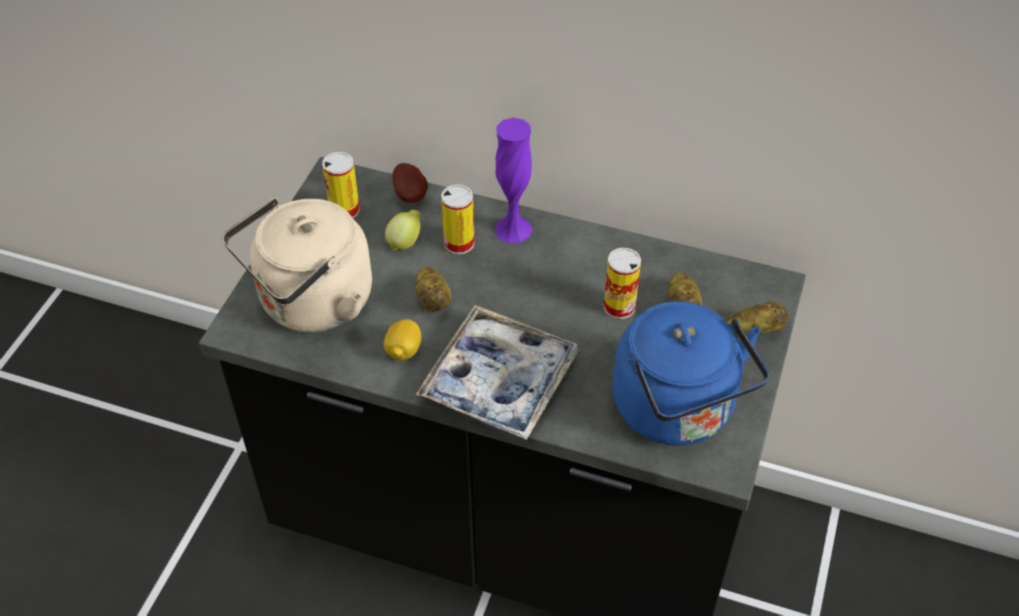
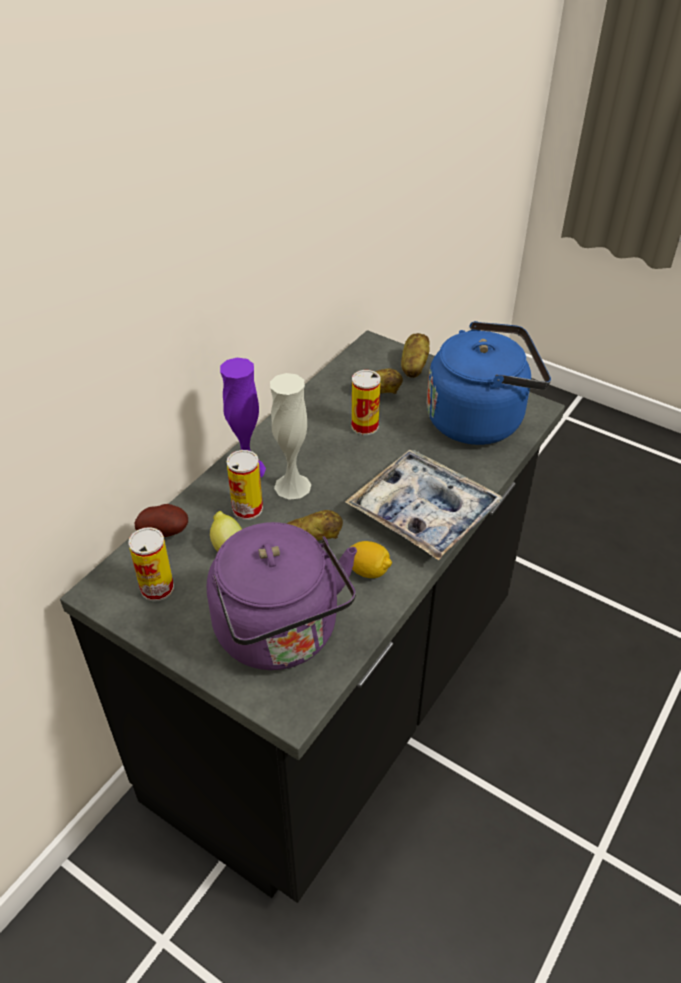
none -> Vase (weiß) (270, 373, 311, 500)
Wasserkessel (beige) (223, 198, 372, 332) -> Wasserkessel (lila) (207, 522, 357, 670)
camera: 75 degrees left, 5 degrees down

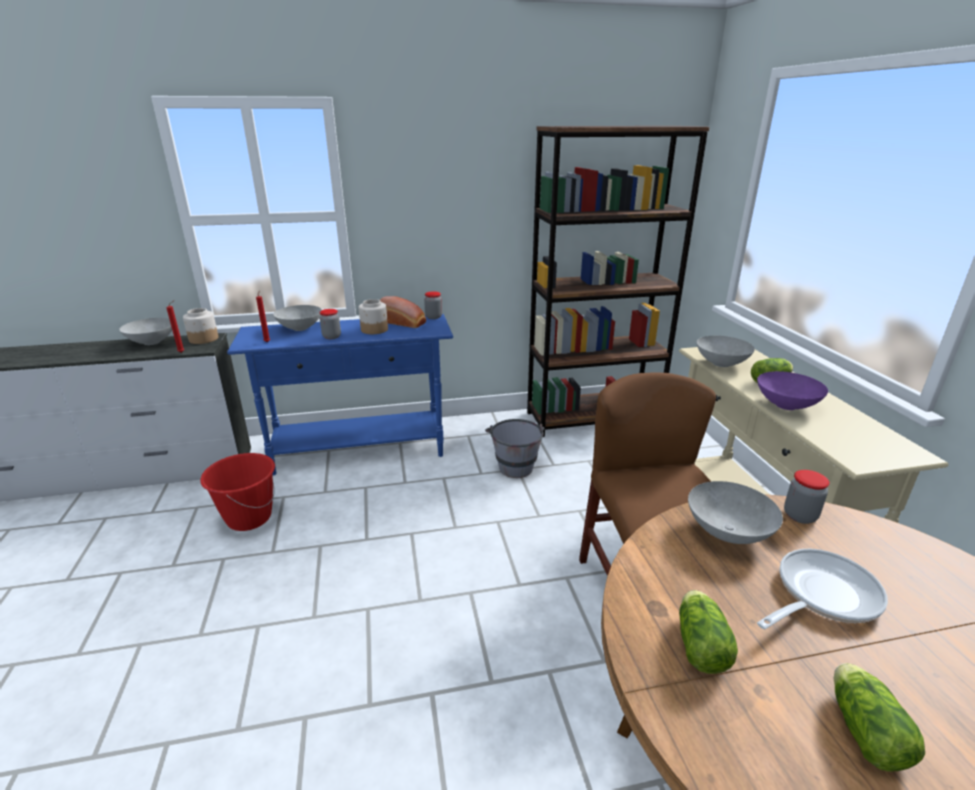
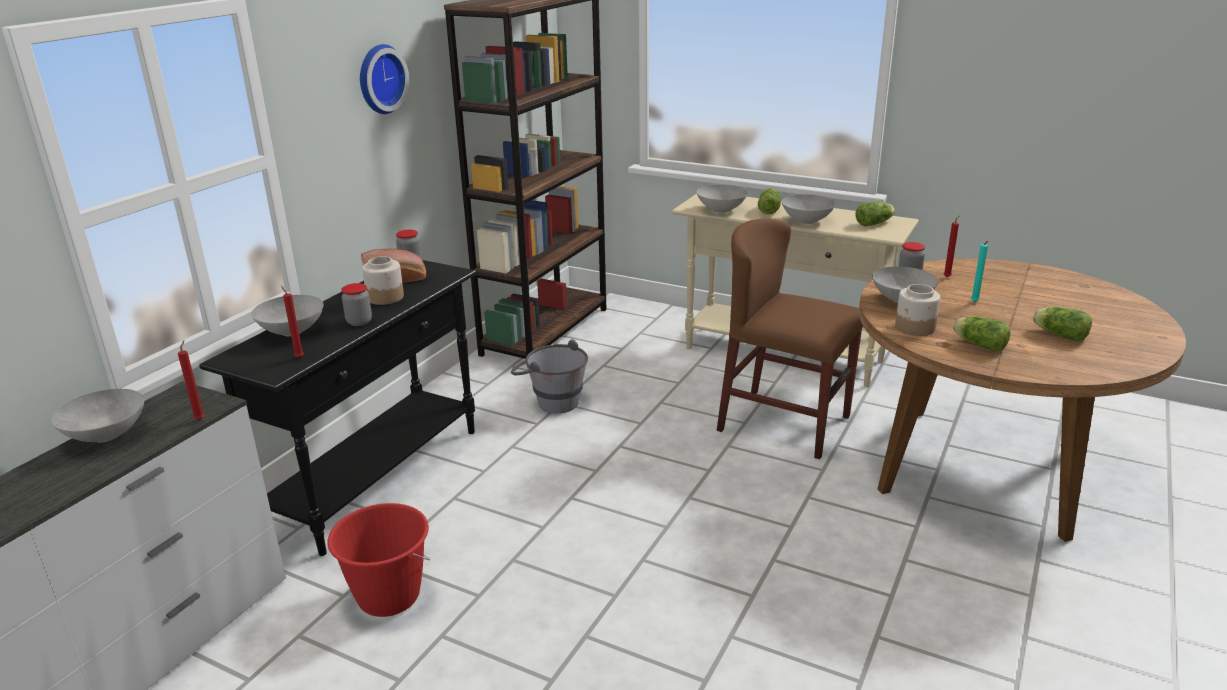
none -> Wanduhr (360, 44, 409, 114)
none -> Salatkopf (855, 202, 895, 226)
none -> Kerze (rot) (944, 215, 960, 277)
Vorratsglas (183, 308, 218, 344) -> Vorratsglas (895, 284, 940, 336), move
Pfanne (757, 549, 888, 630) -> Kerze (türkis) (971, 241, 988, 302)
Konsolentisch (blau) (227, 314, 453, 475) -> Konsolentisch (schwarz) (199, 260, 477, 556)
Schüssel (lila) (757, 371, 828, 410) -> Schüssel (grau) (782, 194, 836, 224)
camera: 50 degrees left, 0 degrees up

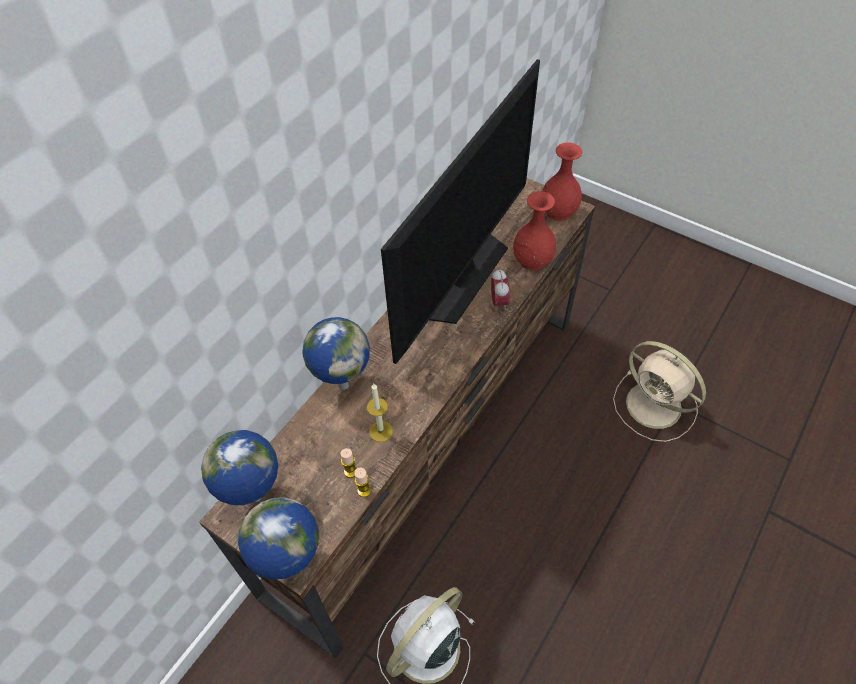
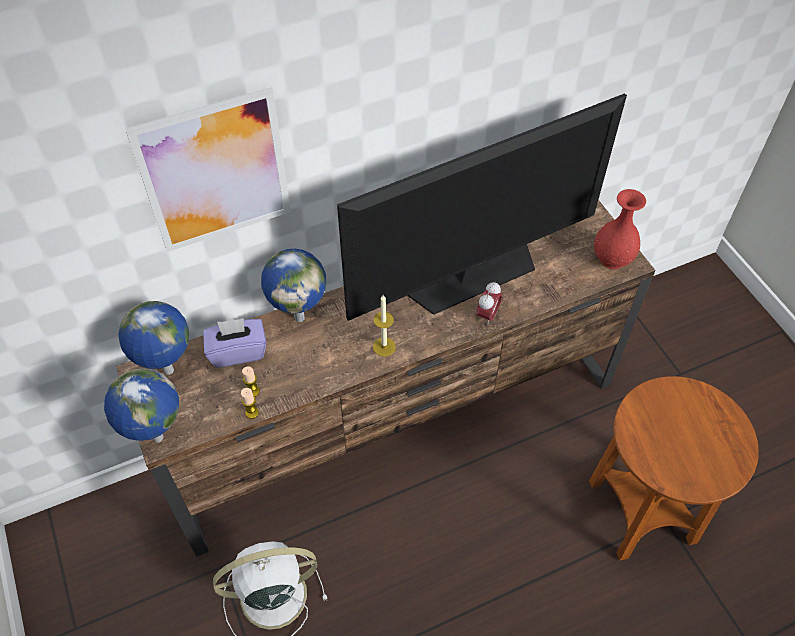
Vase (rot) (513, 191, 556, 270) -> none
none -> Bild (125, 87, 291, 252)
none -> Taschentuchbox (lila) (203, 318, 266, 368)
Kerze (367, 384, 393, 442) -> Kerze (373, 295, 396, 357), move
Ventilator (beige) (613, 341, 706, 442) -> Beistelltisch (braun) (589, 376, 759, 561)
camera: 30 degrees right, 0 degrees up

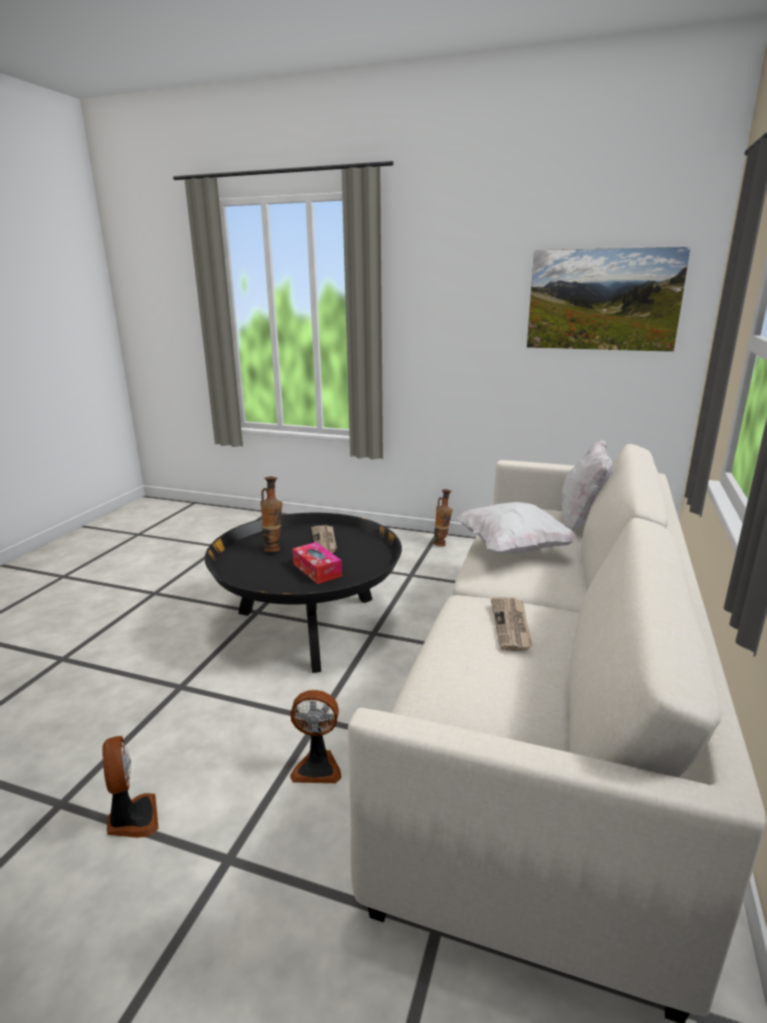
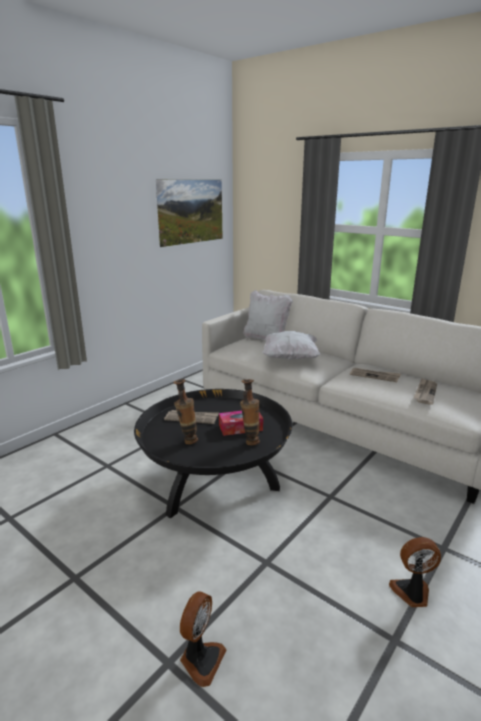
none -> Zeitung (413, 378, 437, 405)
Ventilator (290, 690, 342, 783) -> Ventilator (180, 591, 226, 687), move
Vase (434, 489, 453, 546) -> Vase (240, 379, 260, 445), move
camera: 70 degrees left, 0 degrees up

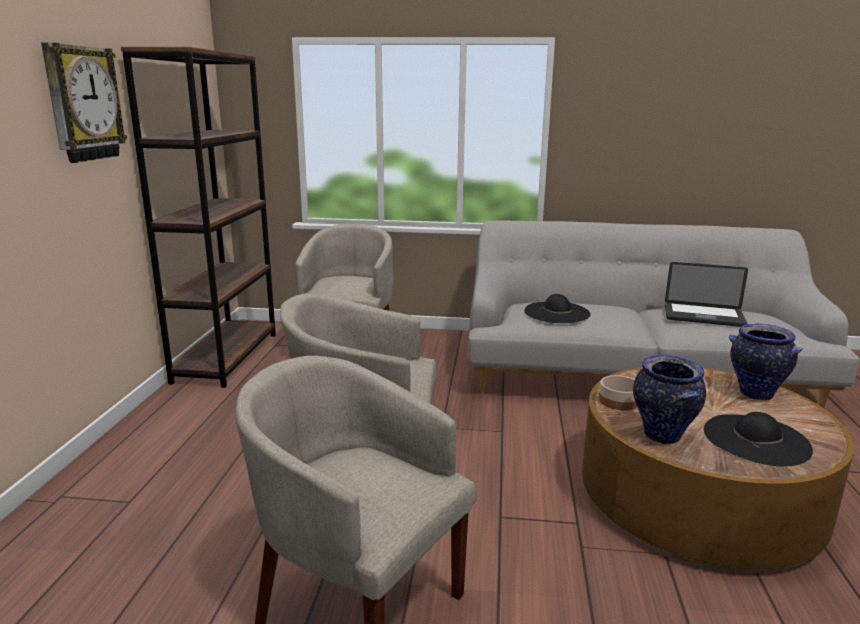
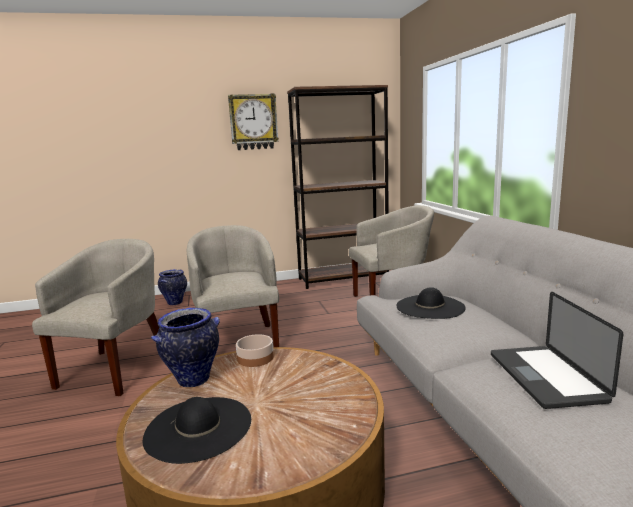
Vase (729, 324, 802, 401) -> Vase (158, 269, 187, 305), move
camera: 70 degrees right, 5 degrees down

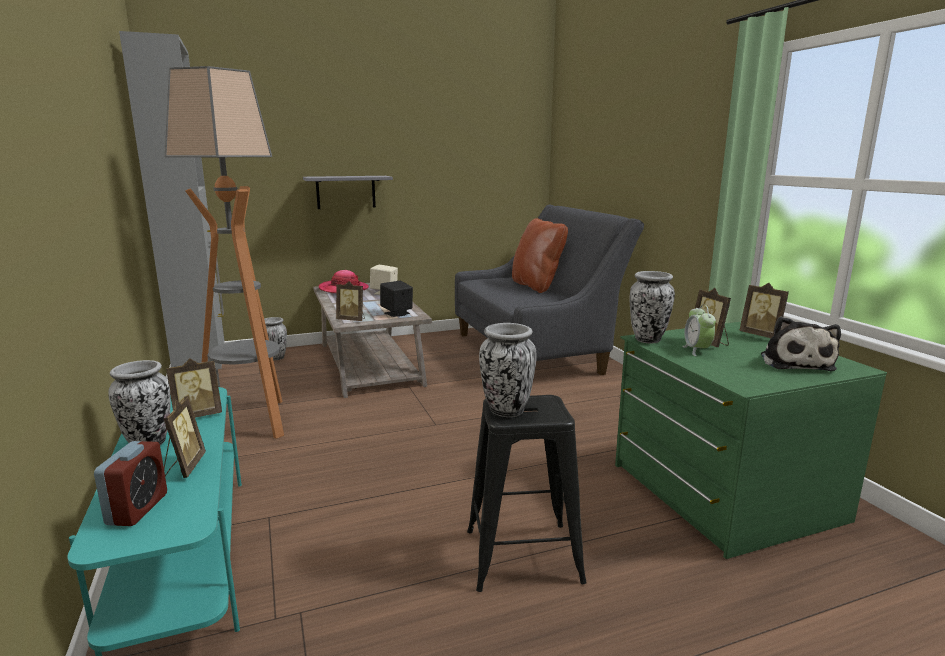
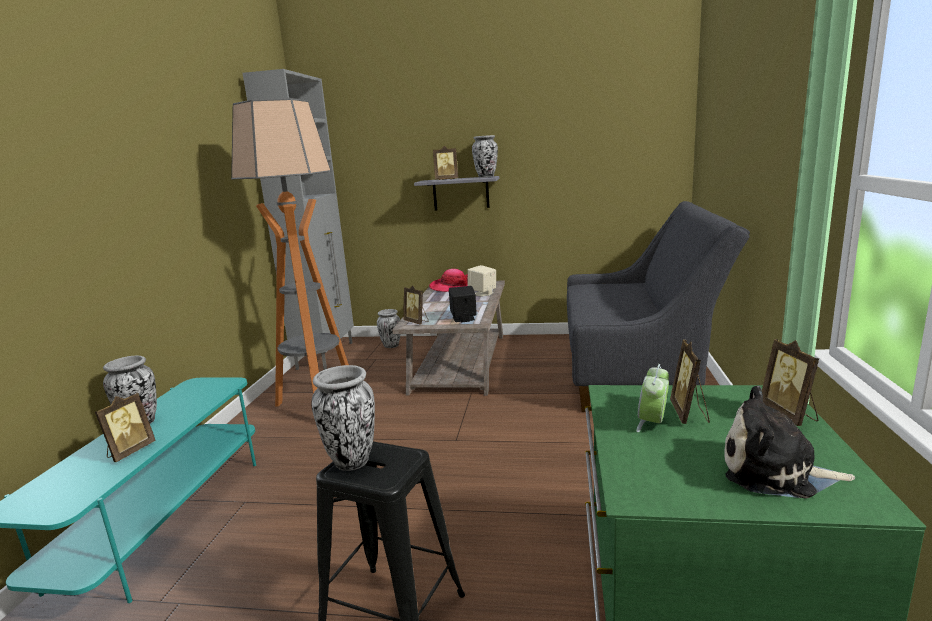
Wecker (94, 441, 167, 526) -> none
Kissen (braun) (512, 218, 568, 293) -> none
Bilderrahmen (166, 358, 222, 418) -> Bilderrahmen (433, 146, 458, 180), move
Vase (630, 271, 675, 343) -> Vase (472, 135, 498, 178), move
Plüschtier (761, 317, 841, 371) -> Plüschtier (724, 386, 855, 499), 75 degrees clockwise
camera: 30 degrees right, 0 degrees up

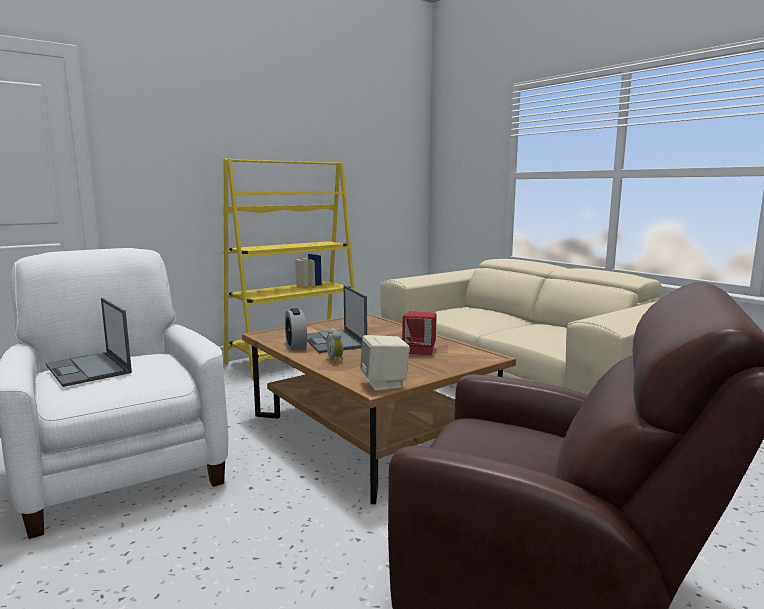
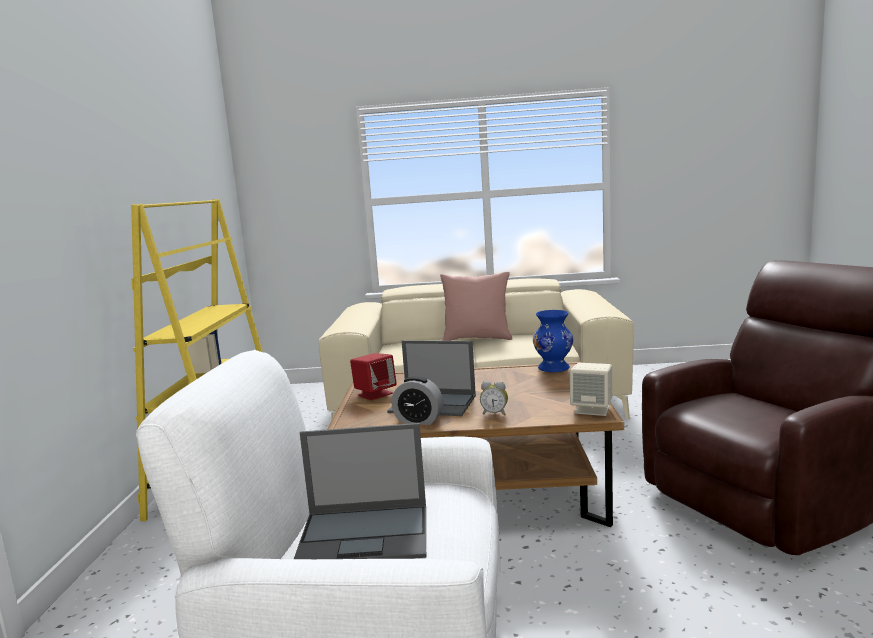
none -> Kissen (rosa) (440, 272, 512, 341)
none -> Vase (blau) (533, 310, 574, 372)
Lautsprecher (rot) (402, 312, 437, 355) -> Lautsprecher (rot) (350, 353, 397, 401), move
camera: 50 degrees left, 0 degrees up

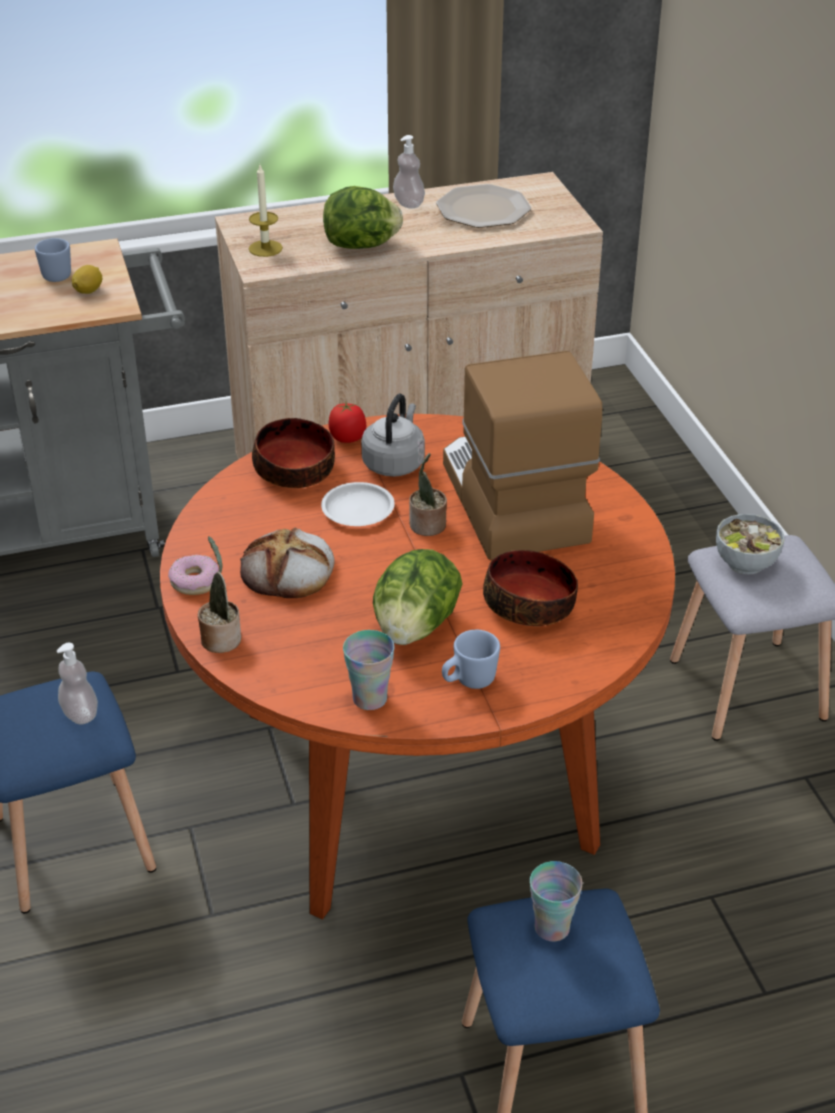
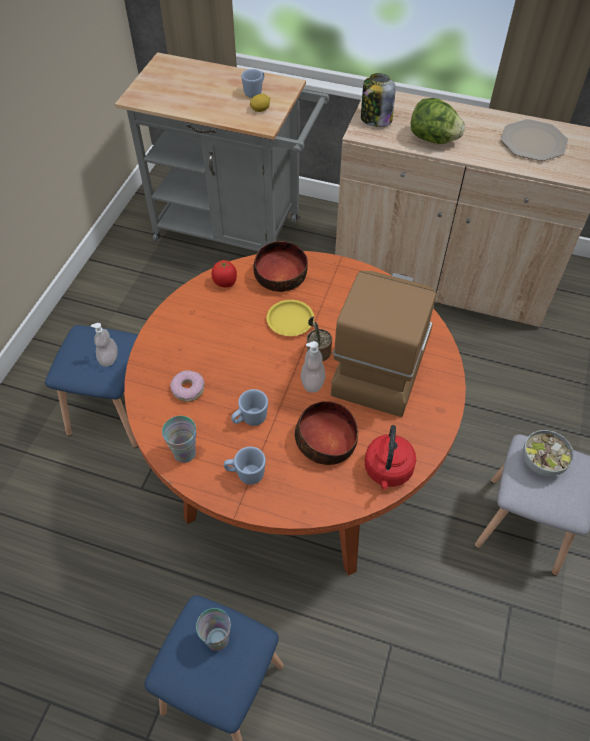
Topfpflanze (198, 536, 241, 653) -> none
Brot (240, 527, 335, 598) -> none
Wasserkessel (grau) (361, 393, 425, 477) -> none
none -> Wasserkessel (rot) (365, 425, 416, 489)
Donut (168, 555, 219, 595) -> Donut (170, 370, 205, 402), move
Tomate (328, 402, 366, 443) -> Tomate (212, 260, 237, 287), move
Seifenspender (393, 135, 425, 208) -> Seifenspender (301, 341, 325, 393), move
Kerze (249, 165, 283, 257) -> Vorratsglas (361, 73, 396, 127)
Salatkopf (373, 549, 463, 645) -> Henkelbecher (blau) (231, 389, 268, 426)
Teller (weiß) (321, 482, 395, 526) -> Teller (gelb) (266, 300, 314, 336)
camera: 35 degrees right, 15 degrees up

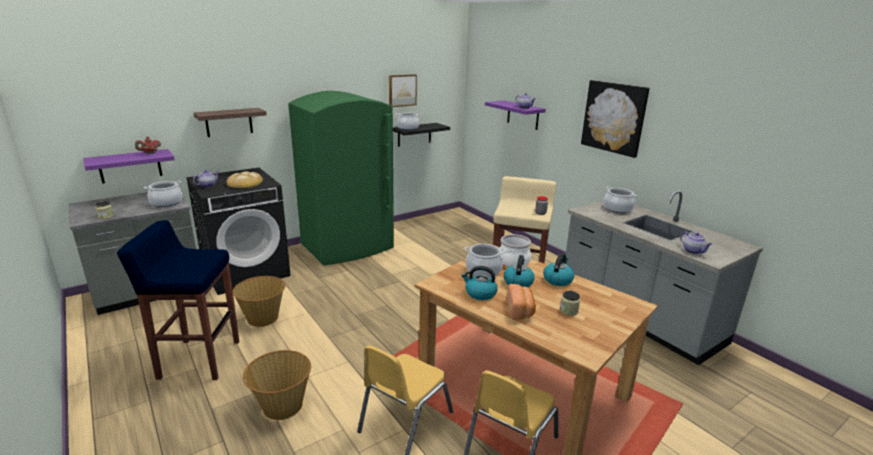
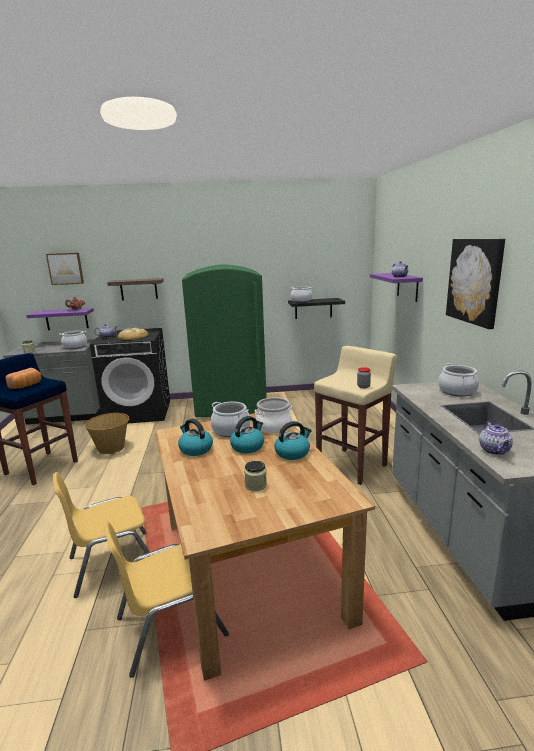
Korb (243, 350, 311, 420) -> none
Bild (389, 74, 417, 107) -> Bild (46, 253, 84, 285), move
Brot (507, 284, 536, 320) -> Brot (6, 368, 42, 389), move
camera: 30 degrees right, 5 degrees down

